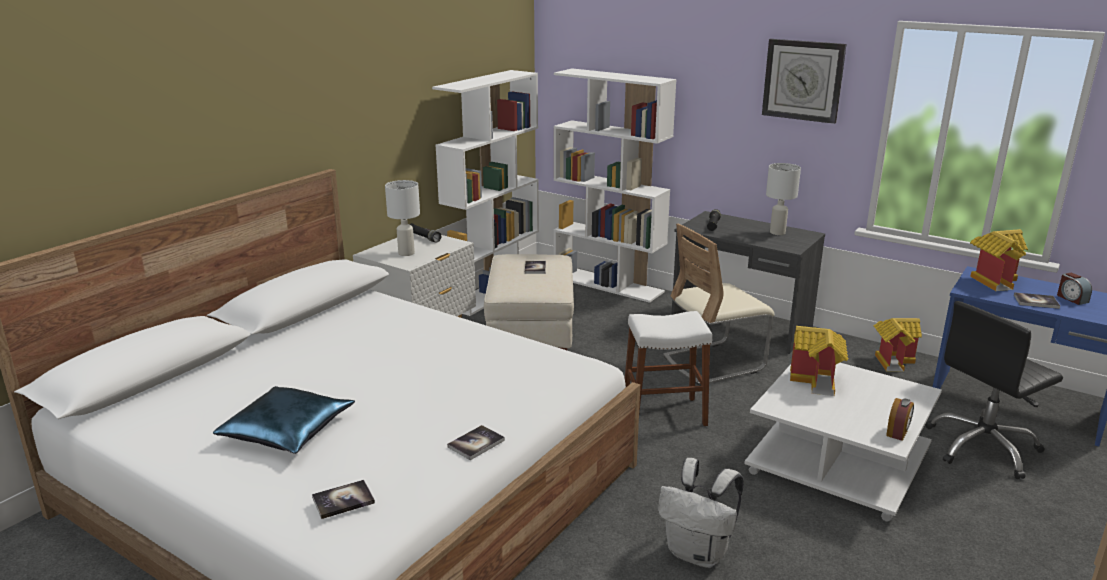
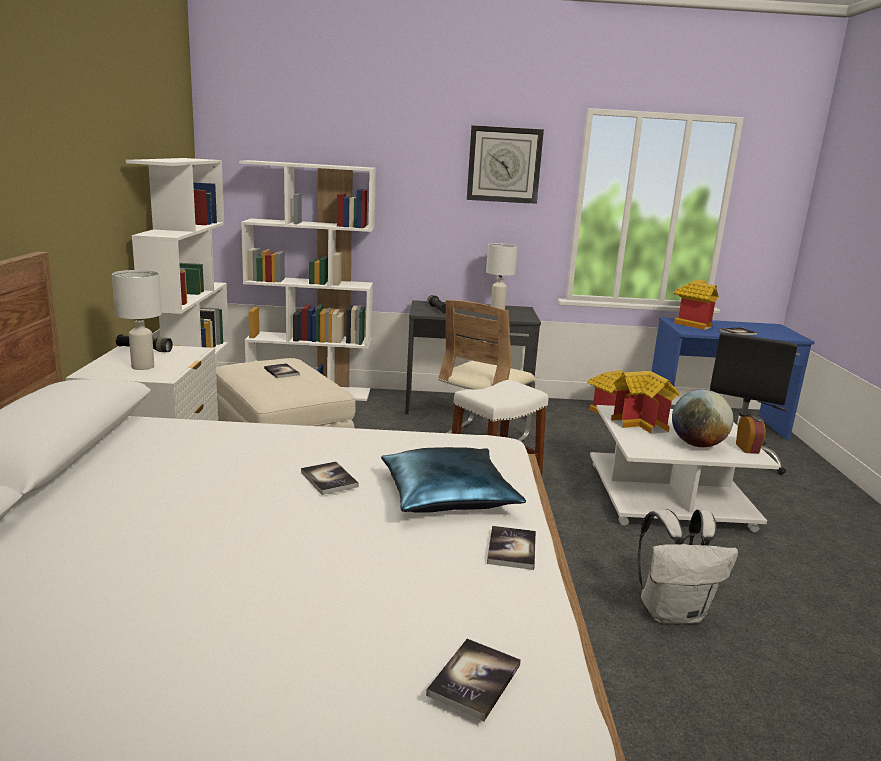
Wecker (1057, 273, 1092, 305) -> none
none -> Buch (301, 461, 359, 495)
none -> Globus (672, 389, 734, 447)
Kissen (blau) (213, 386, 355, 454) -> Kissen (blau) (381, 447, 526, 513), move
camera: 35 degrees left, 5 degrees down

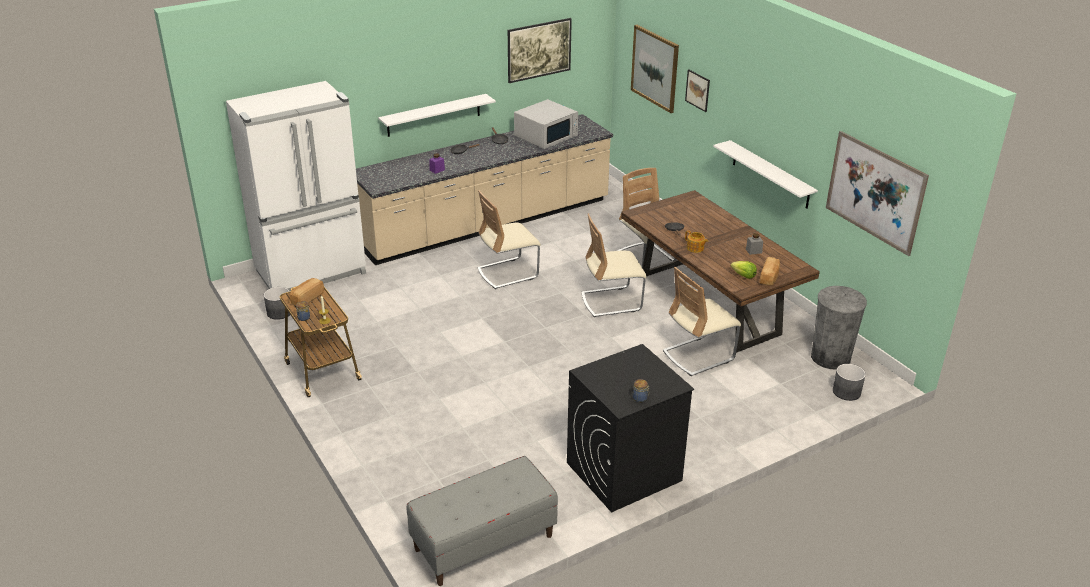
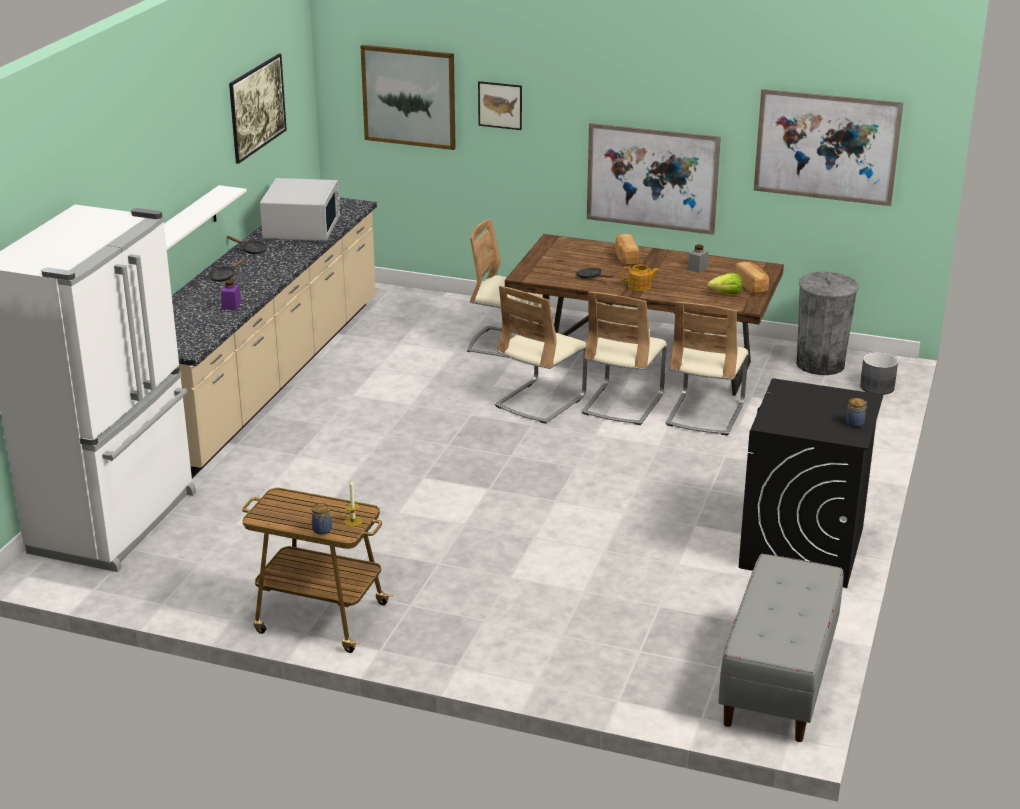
Pflanzkübel (grau) (264, 287, 290, 320) -> none
Brot (290, 278, 324, 306) -> Brot (615, 234, 639, 265), move
Stuhl (beige) (477, 190, 541, 289) -> Stuhl (beige) (581, 292, 667, 425), move
Wandregal (weiß) (713, 140, 818, 209) -> Bild (587, 123, 721, 235)
camera: 40 degrees left, 5 degrees down

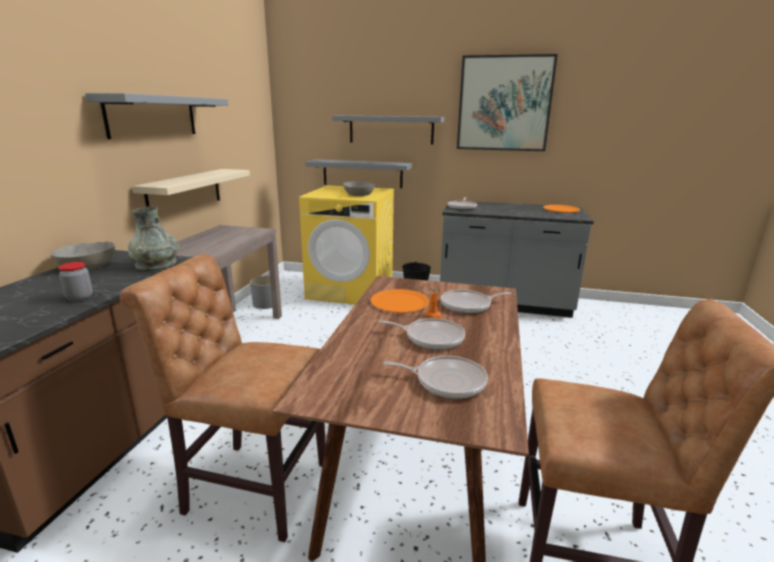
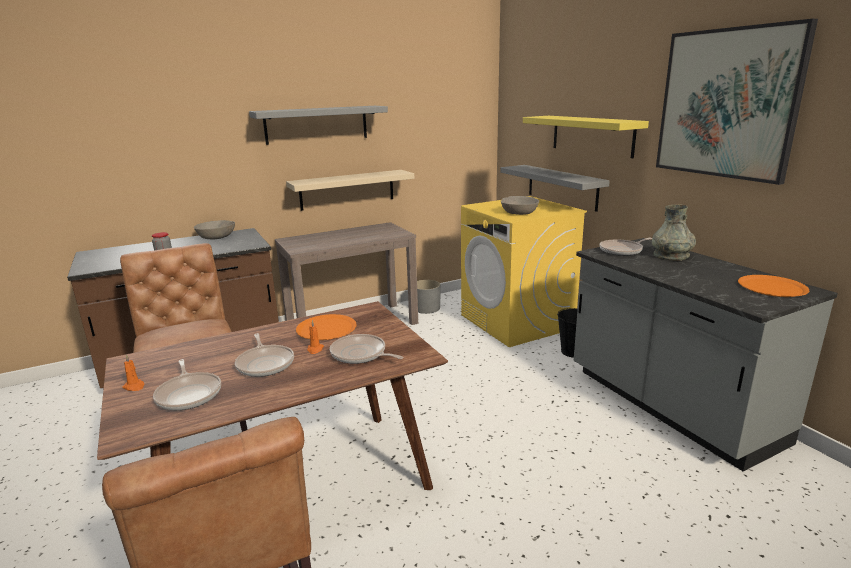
none -> Kerze (orange) (122, 355, 144, 391)
Vase (grau) (128, 206, 179, 271) -> Vase (grau) (652, 205, 696, 261), move
Wandregal (grau) (332, 116, 444, 145) -> Wandregal (gelb) (523, 116, 649, 158)
camera: 50 degrees right, 0 degrees up

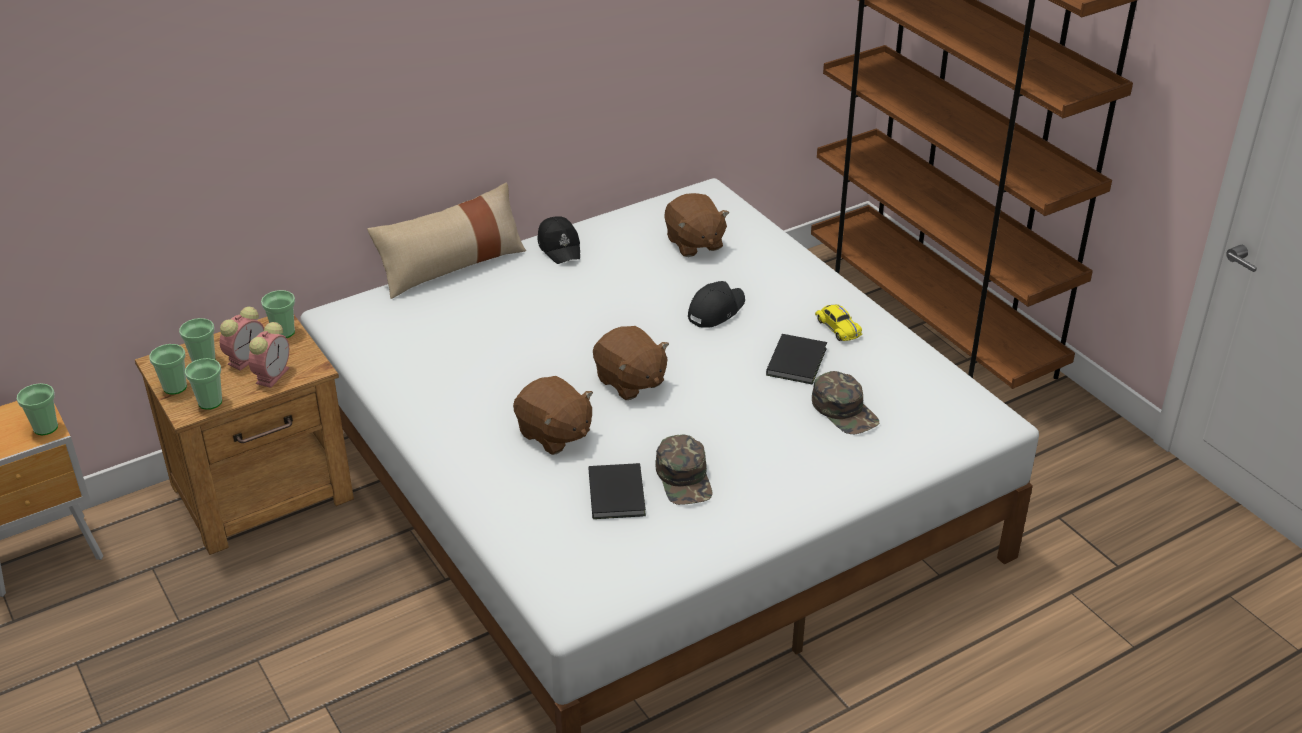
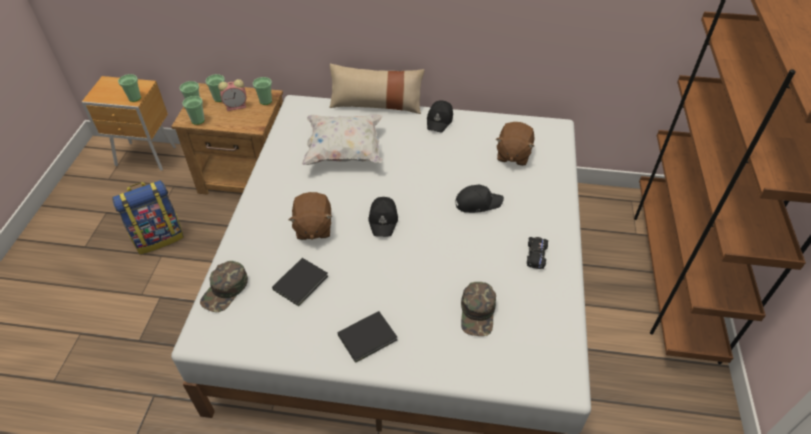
Wecker (249, 322, 289, 388) -> none
none -> Rucksack (112, 180, 184, 254)
none -> Kissen (weiß) (302, 114, 383, 165)
Kappe (grün) (655, 434, 713, 505) -> Kappe (grün) (200, 261, 248, 312), move
Buch (schwarz) (766, 334, 827, 385) -> Buch (schwarz) (338, 311, 397, 363), move
Plüschtier (braun) (593, 326, 669, 400) -> Kappe (schwarz) (368, 197, 398, 237)
Spielzeugauto (gelb) (815, 305, 862, 341) -> Spielzeugauto (schwarz) (527, 237, 548, 269)
camera: 40 degrees right, 10 degrees up

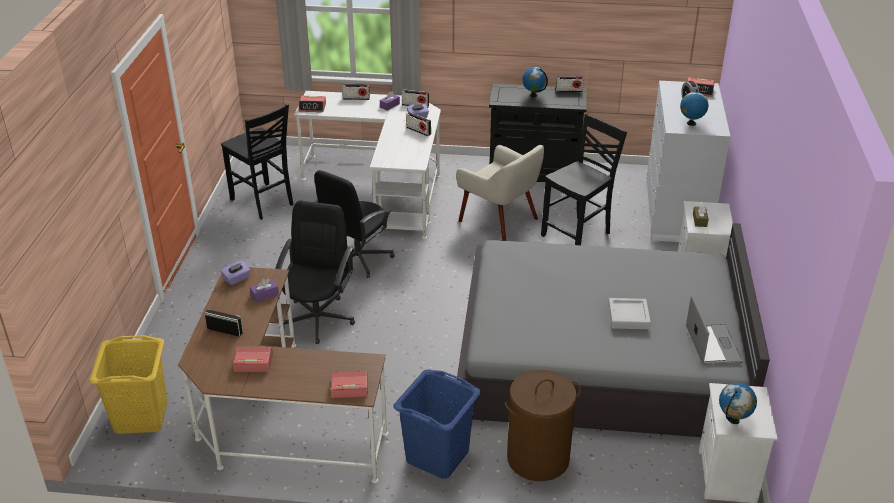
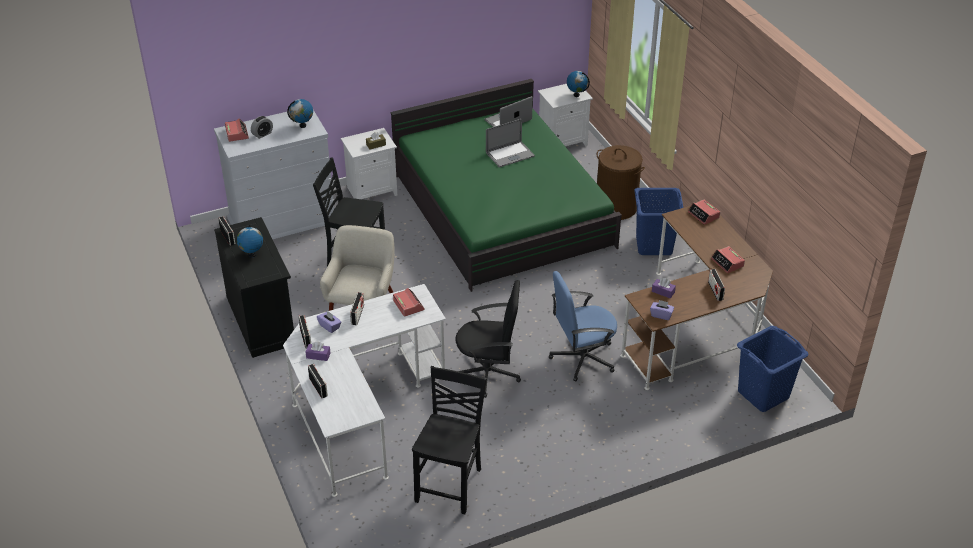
Wecker (299, 96, 326, 112) -> Wecker (393, 288, 425, 317), move
Tablett (grau) (608, 298, 651, 329) -> Laptop (486, 119, 535, 168)
Wäschekorb (gelb) (89, 335, 167, 434) -> Wäschekorb (blau) (737, 326, 809, 412)
Bürostuhl (schwarz) (275, 201, 355, 344) -> Bürostuhl (blau) (549, 271, 617, 382)
Bett (grau) (457, 223, 770, 437) -> Bett (grün) (390, 79, 622, 292)
camera: 120 degrees left, 5 degrees up

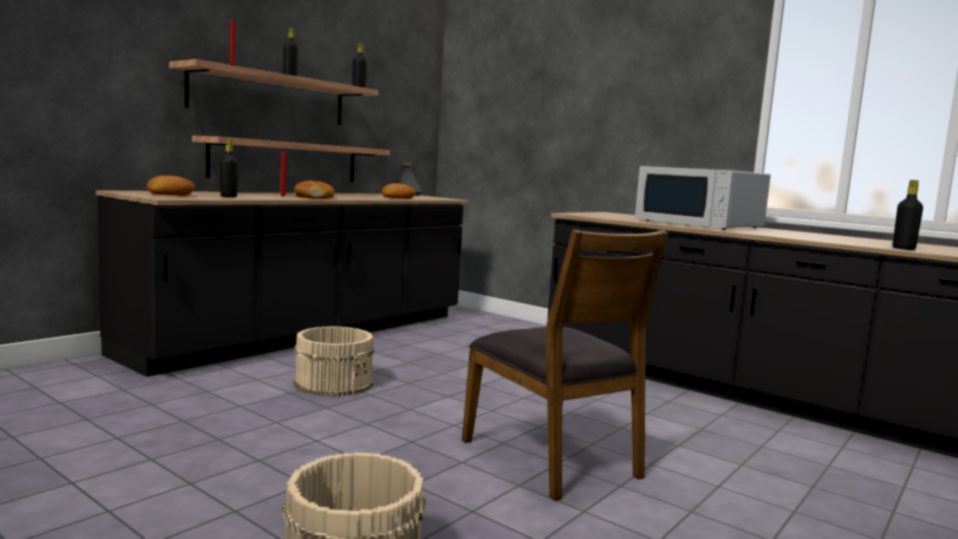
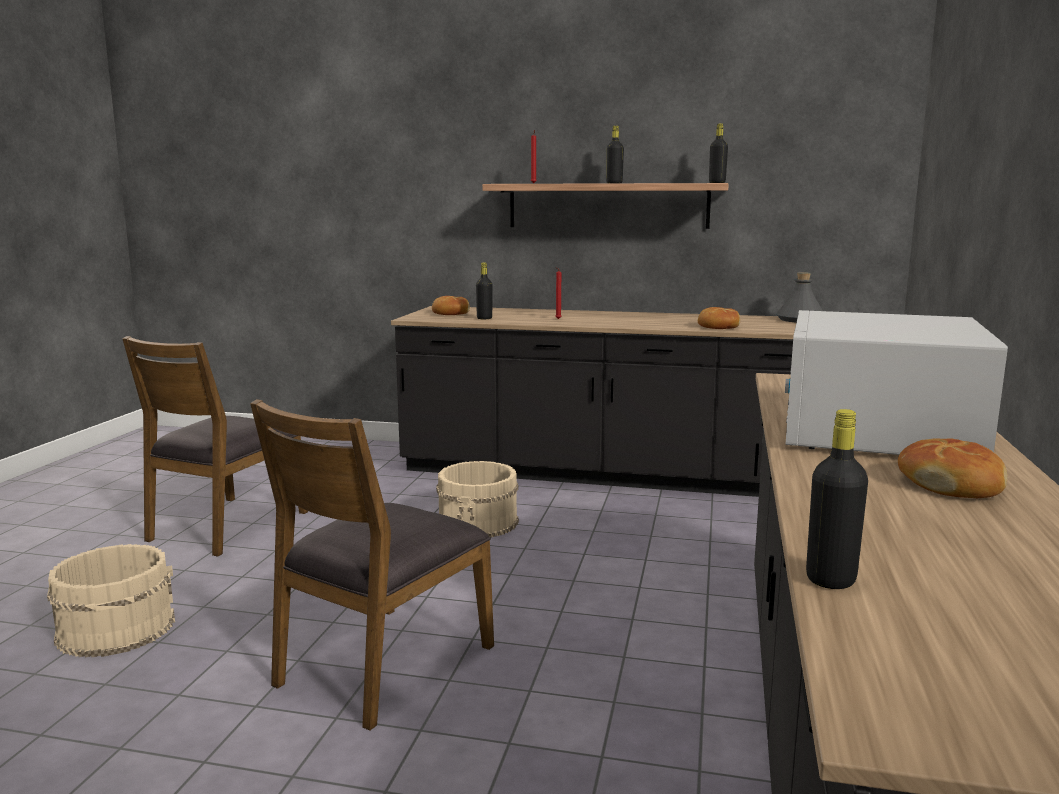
Wandregal (192, 136, 390, 182) -> none
none -> Stuhl (braun) (122, 336, 308, 557)
Brot (294, 180, 335, 199) -> Brot (898, 438, 1007, 498), move
camera: 65 degrees right, 5 degrees up

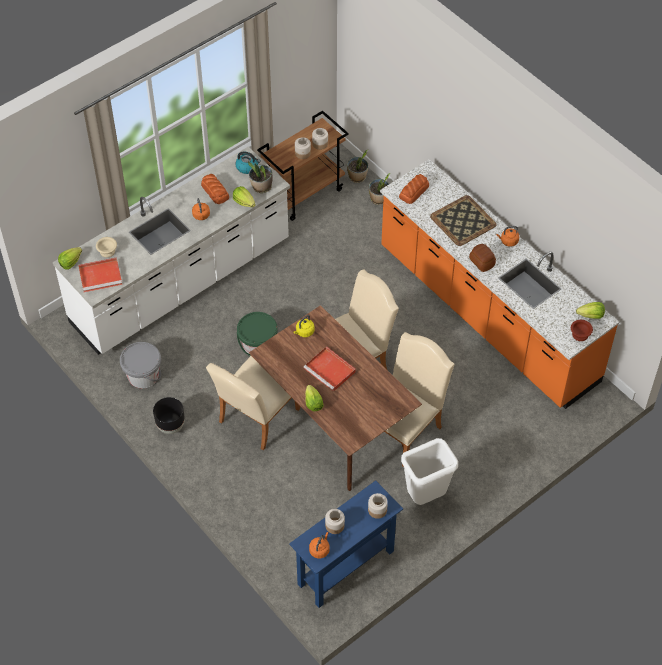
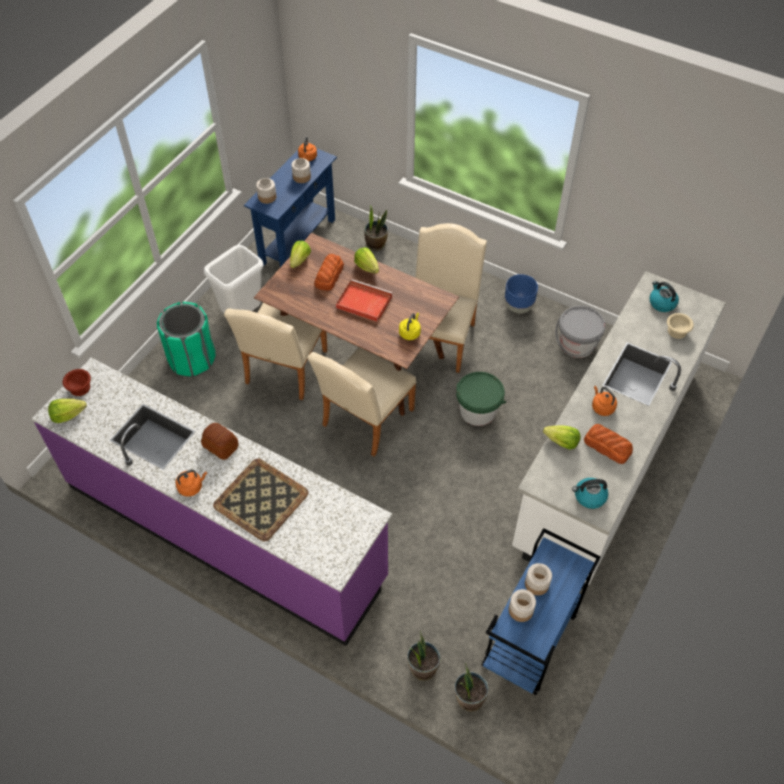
none -> Mülleimer (grün) (157, 302, 216, 376)
Salatkopf (58, 247, 82, 270) -> Salatkopf (290, 241, 311, 268), move
Topfpflanze (248, 161, 272, 193) -> Topfpflanze (364, 205, 388, 251), move
Brot (399, 174, 429, 204) -> Brot (314, 254, 344, 291), move
Tablett (rot) (78, 257, 123, 292) -> Wasserkessel (649, 281, 679, 312)
Pflanzkübel (schwarz) (153, 397, 185, 434) -> Pflanzkübel (blau) (505, 274, 538, 313)
Rollwagen (braun) (257, 111, 349, 221) -> Rollwagen (blau) (481, 528, 601, 695)
Küchenzeile (orange) (380, 159, 619, 409) -> Küchenzeile (lila) (31, 358, 392, 646)
camera: 160 degrees right, 0 degrees up

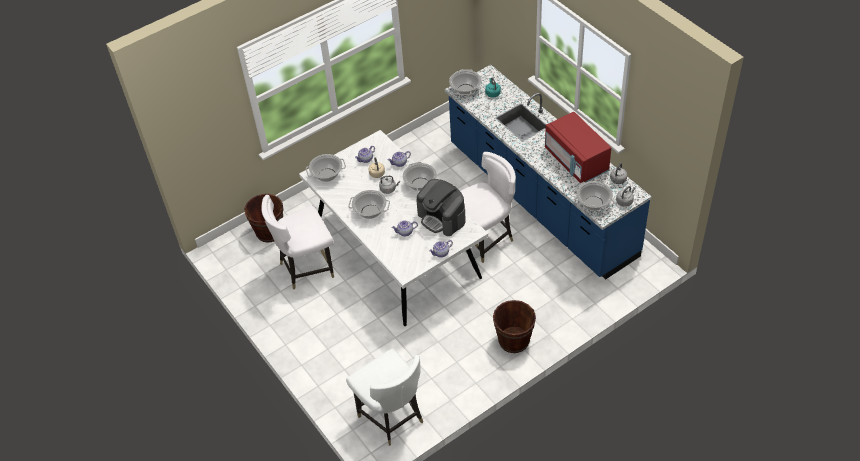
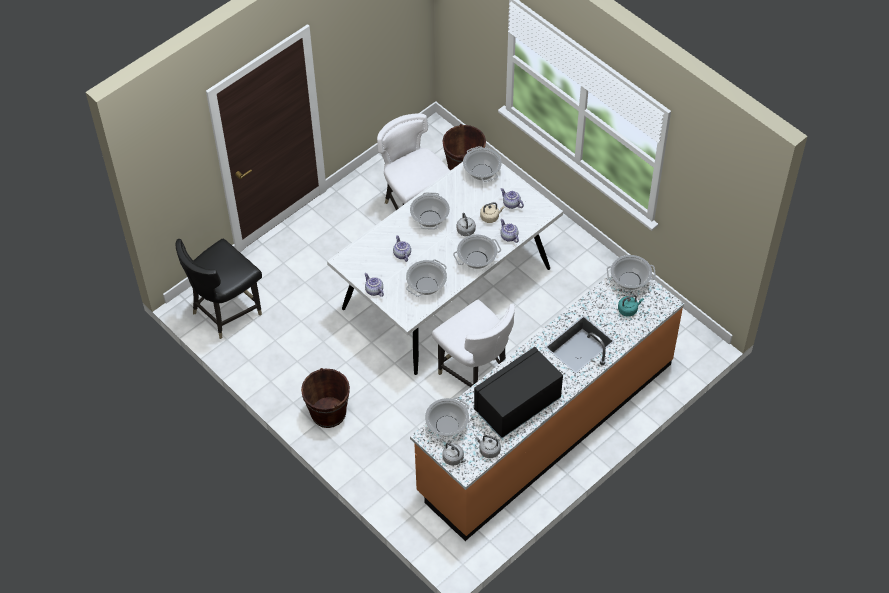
Kaffeemaschine (416, 179, 466, 236) -> Kochtopf (406, 259, 447, 297)
Stuhl (weiß) (346, 349, 423, 446) -> Stuhl (schwarz) (175, 238, 262, 339)
Küchenzeile (blau) (445, 65, 652, 280) -> Küchenzeile (orange) (410, 274, 684, 541)
Mikrowelle (rot) (545, 112, 611, 183) -> Mikrowelle (schwarz) (474, 347, 563, 439)
camera: 80 degrees right, 5 degrees up

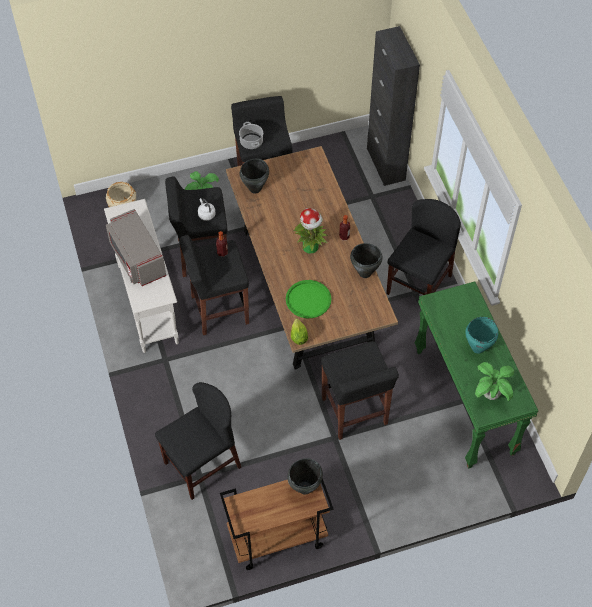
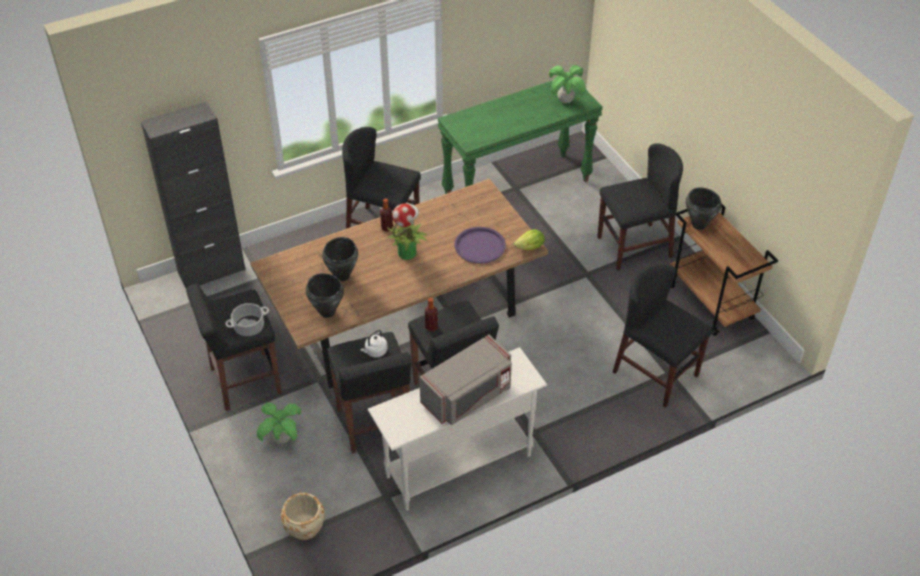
Hocker (schwarz) (321, 341, 399, 440) -> none
Kochtopf (türkis) (465, 317, 498, 354) -> none
none -> Stuhl (schwarz) (597, 143, 683, 271)
Kochtopf (schwarz) (350, 243, 383, 278) -> Kochtopf (schwarz) (322, 237, 358, 281), move
Tablett (grün) (286, 280, 331, 318) -> Tablett (lila) (454, 227, 506, 264)
camera: 100 degrees left, 10 degrees down

